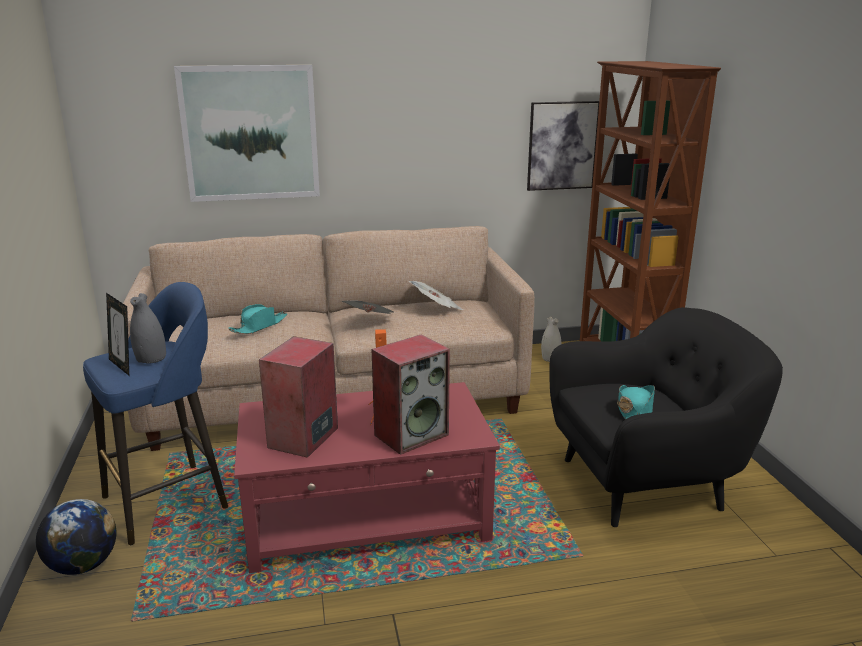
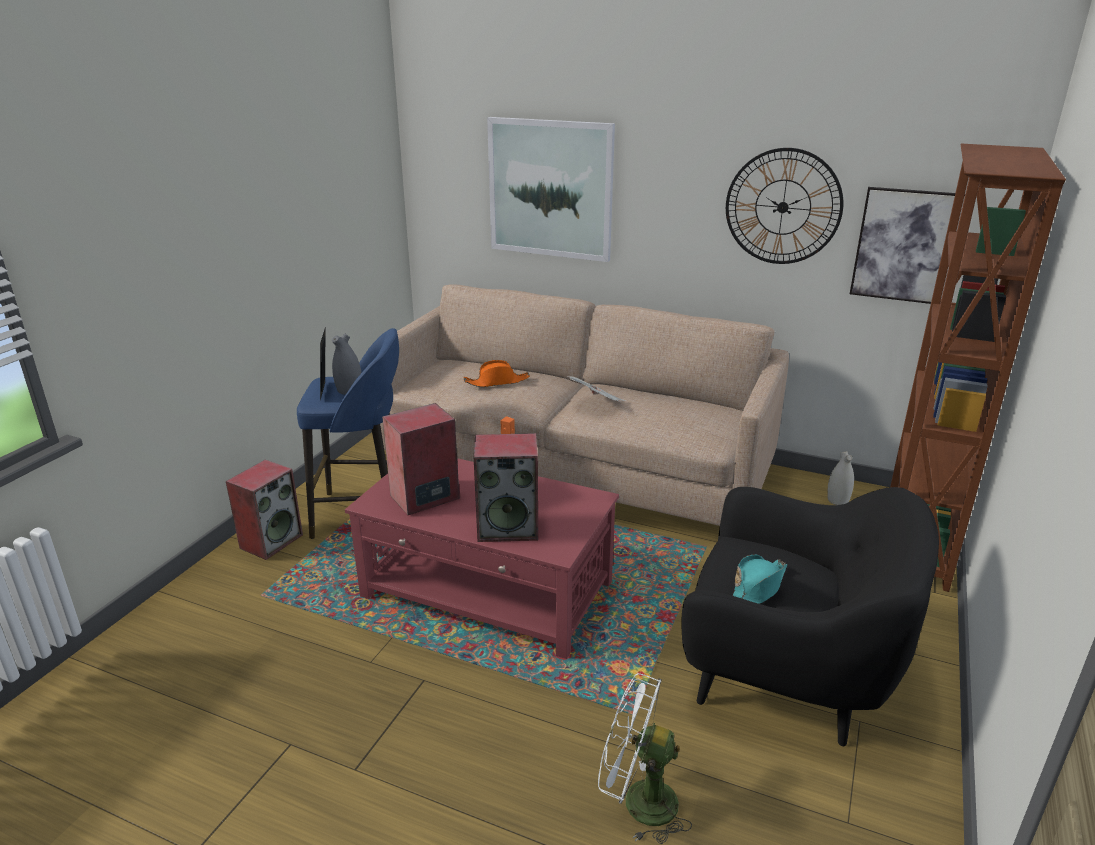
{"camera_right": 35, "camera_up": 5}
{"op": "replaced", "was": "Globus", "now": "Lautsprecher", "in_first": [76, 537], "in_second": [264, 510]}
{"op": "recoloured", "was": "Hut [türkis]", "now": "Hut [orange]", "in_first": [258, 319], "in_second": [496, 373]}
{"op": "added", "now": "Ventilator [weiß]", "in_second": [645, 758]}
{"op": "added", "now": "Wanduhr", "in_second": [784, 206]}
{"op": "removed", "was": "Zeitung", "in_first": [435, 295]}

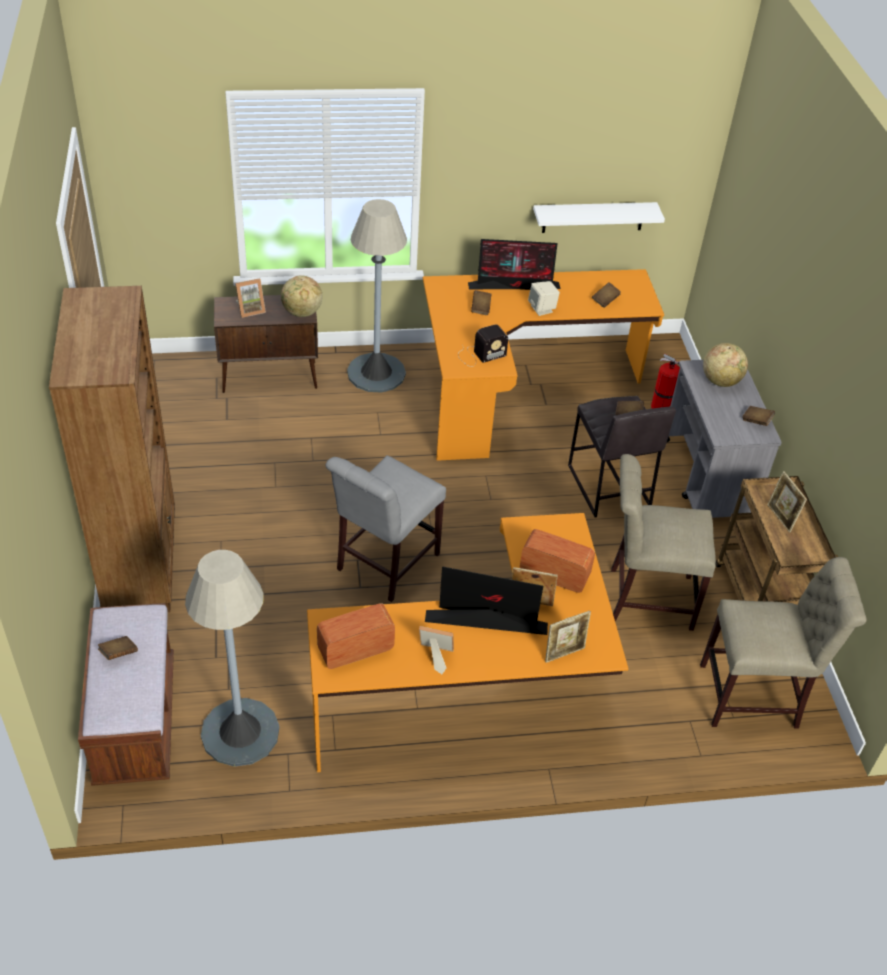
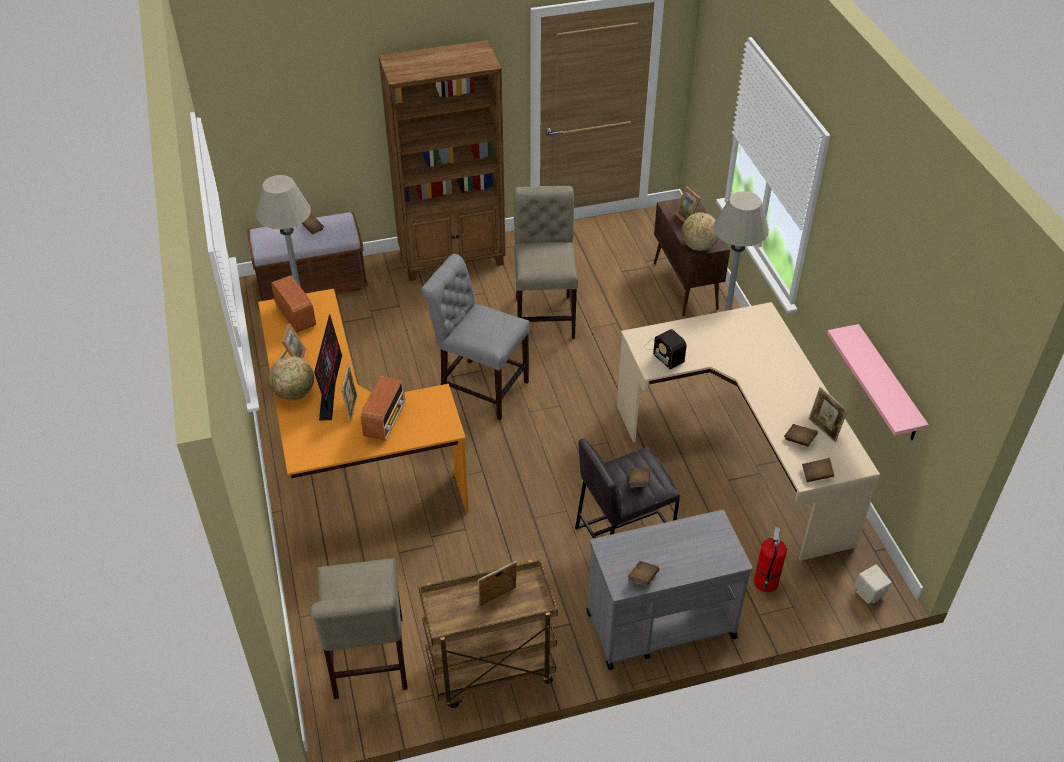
{"camera_right": 85, "camera_up": 0}
{"op": "moved", "was": "Globus", "in_first": [725, 365], "in_second": [291, 378]}
{"op": "moved", "was": "Stuhl [beige]", "in_first": [663, 542], "in_second": [546, 262]}
{"op": "recoloured", "was": "Schreibtisch [orange]", "now": "Schreibtisch [beige]", "in_first": [543, 365], "in_second": [748, 431]}
{"op": "moved", "was": "Buch [braun]", "in_first": [481, 302], "in_second": [818, 470]}
{"op": "moved", "was": "Bilderrahmen", "in_first": [568, 637], "in_second": [828, 414]}
{"op": "recoloured", "was": "Wandregal [weiß]", "now": "Wandregal [rosa]", "in_first": [599, 217], "in_second": [878, 382]}
{"op": "moved", "was": "Lautsprecher [beige]", "in_first": [544, 298], "in_second": [873, 584]}
{"op": "removed", "was": "Monitor", "in_first": [514, 264]}

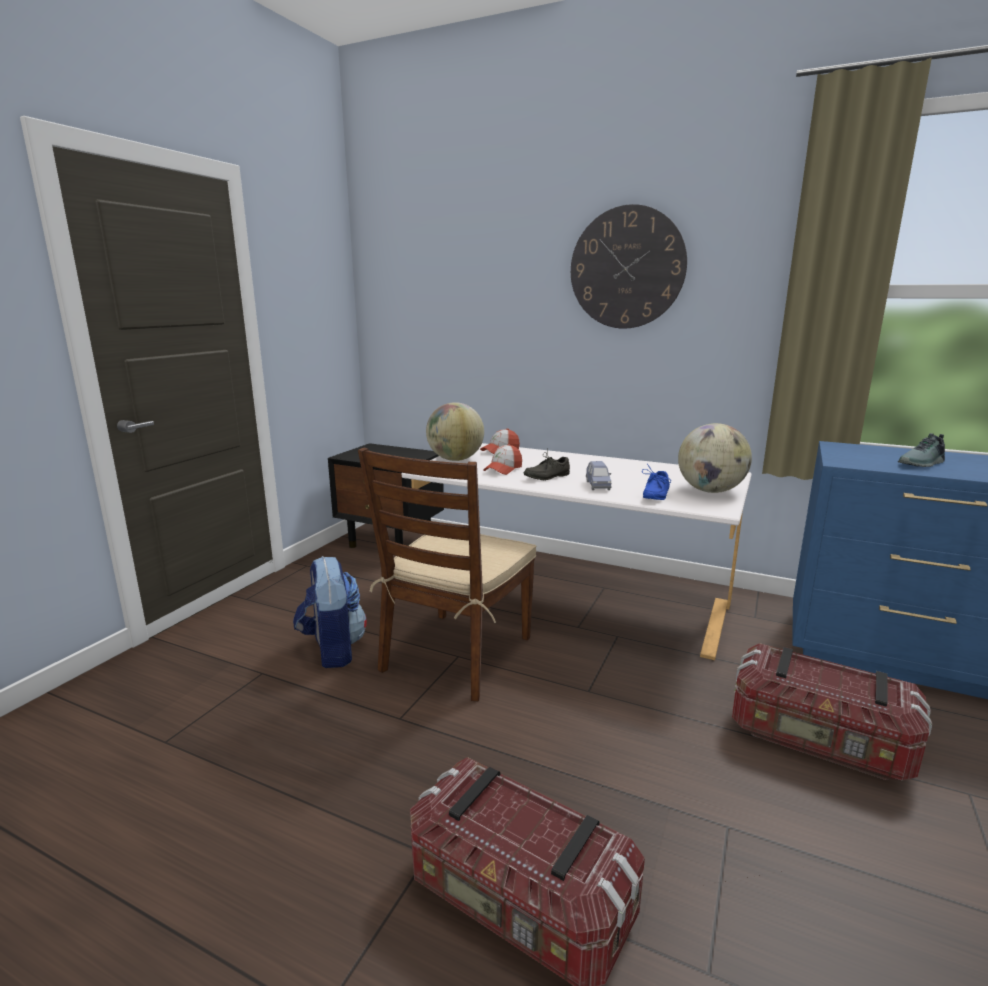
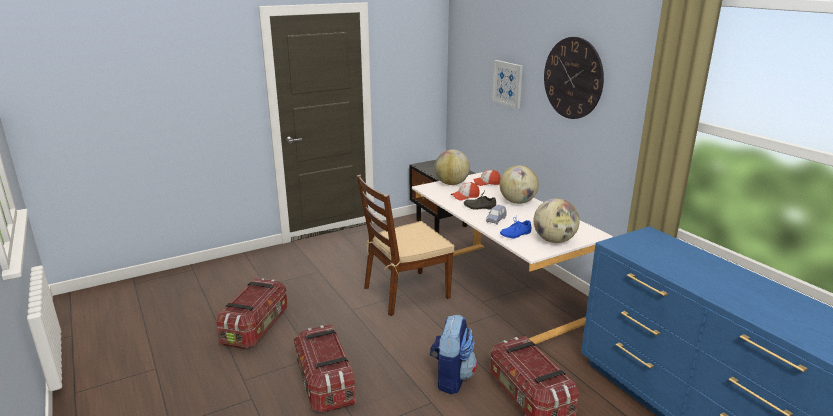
{"camera_right": 35, "camera_up": 5}
{"op": "added", "now": "Aufbewahrungsbox", "in_second": [252, 313]}
{"op": "moved", "was": "Rucksack", "in_first": [330, 612], "in_second": [453, 354]}
{"op": "added", "now": "Bild", "in_second": [507, 84]}
{"op": "added", "now": "Globus", "in_second": [519, 184]}
{"op": "removed", "was": "Schuh", "in_first": [921, 450]}

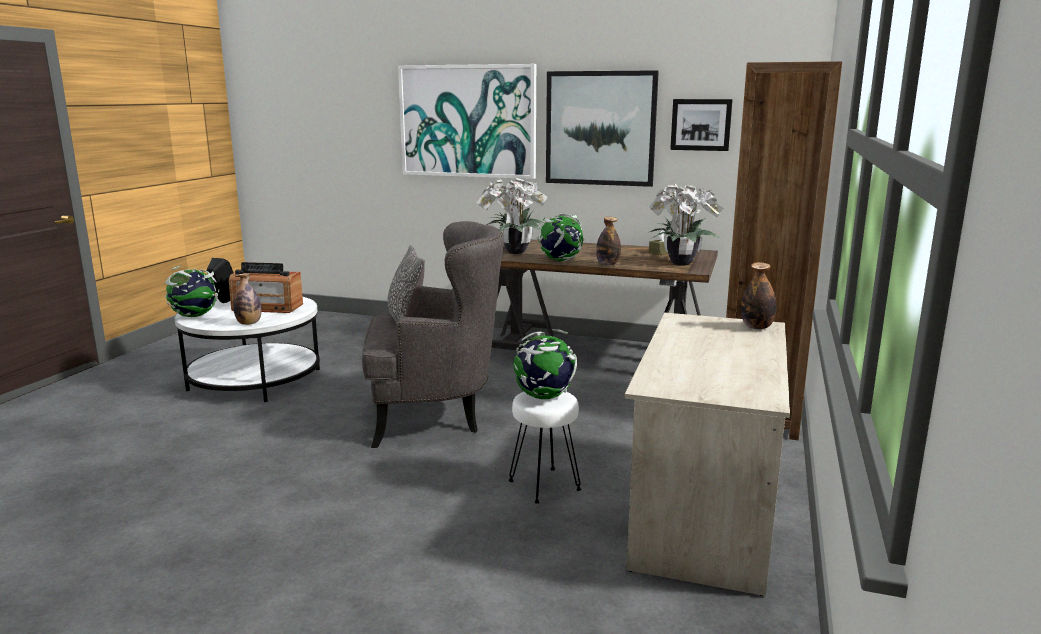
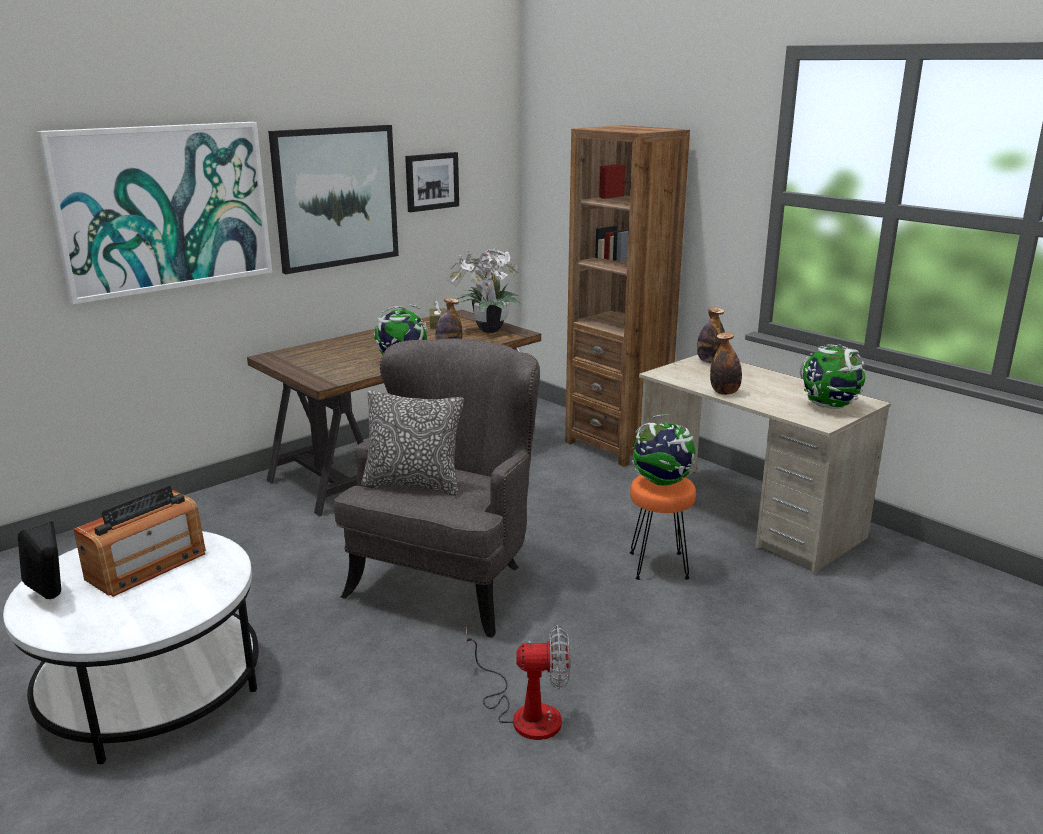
{"camera_right": -60, "camera_up": 5}
{"op": "added", "now": "Ventilator", "in_second": [518, 682]}
{"op": "recoloured", "was": "Hocker [weiß]", "now": "Hocker [orange]", "in_first": [544, 448], "in_second": [663, 527]}
{"op": "moved", "was": "Flasche", "in_first": [247, 299], "in_second": [726, 363]}
{"op": "moved", "was": "Globus", "in_first": [191, 291], "in_second": [832, 376]}
{"op": "removed", "was": "Topfpflanze", "in_first": [512, 216]}

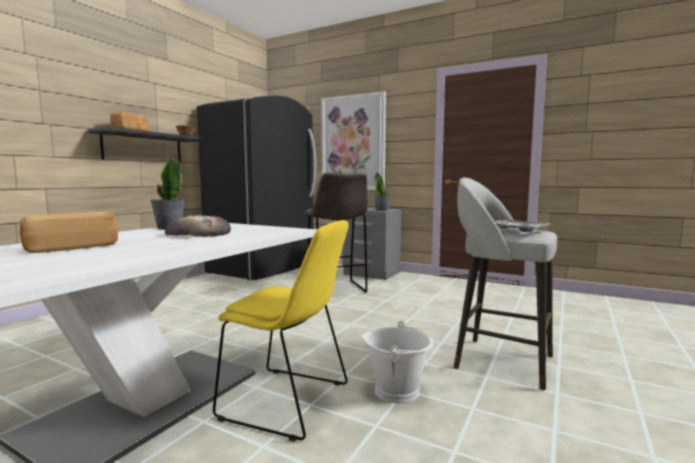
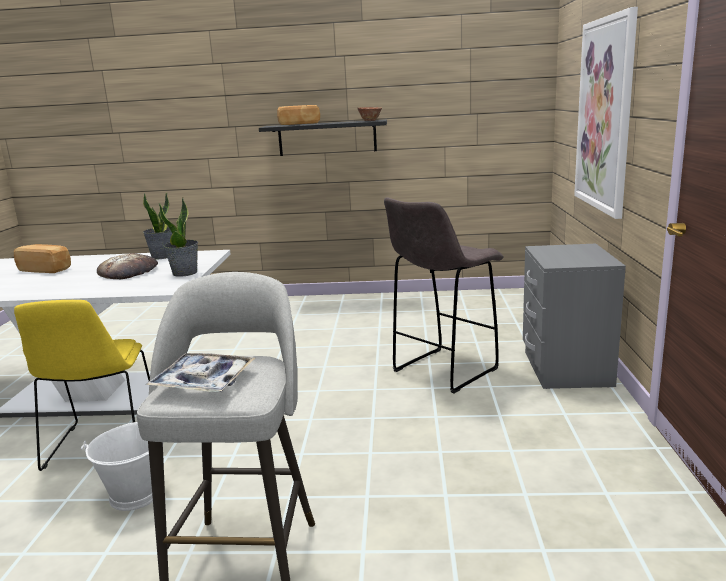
{"camera_right": 65, "camera_up": 10}
{"op": "moved", "was": "Topfpflanze", "in_first": [382, 191], "in_second": [178, 237]}
{"op": "removed", "was": "Kühlschrank [schwarz]", "in_first": [257, 188]}

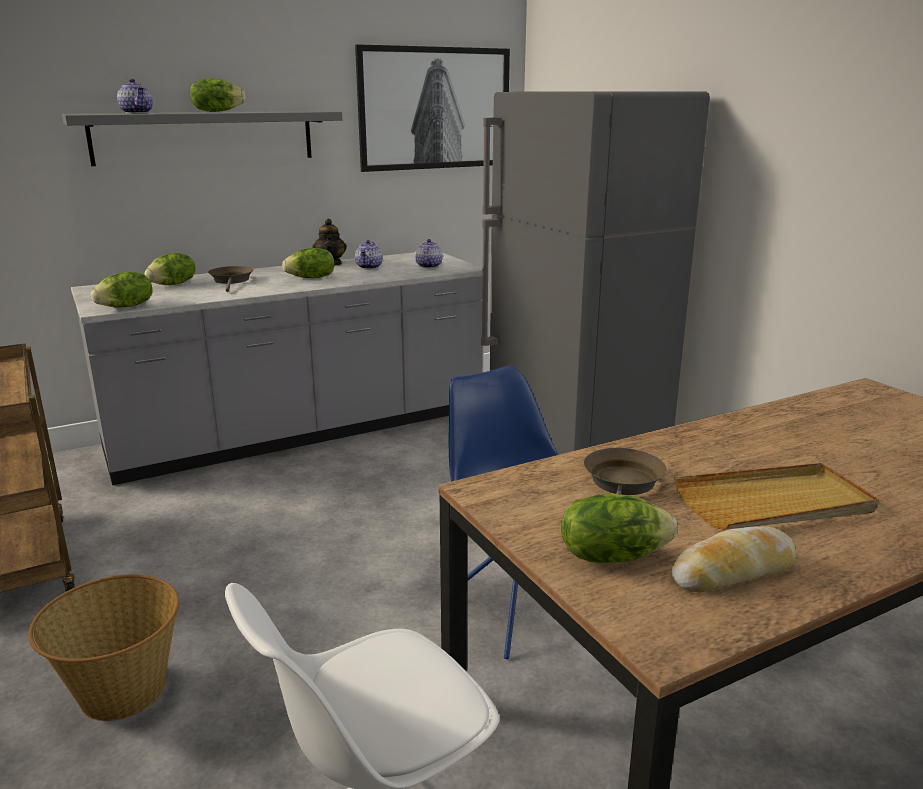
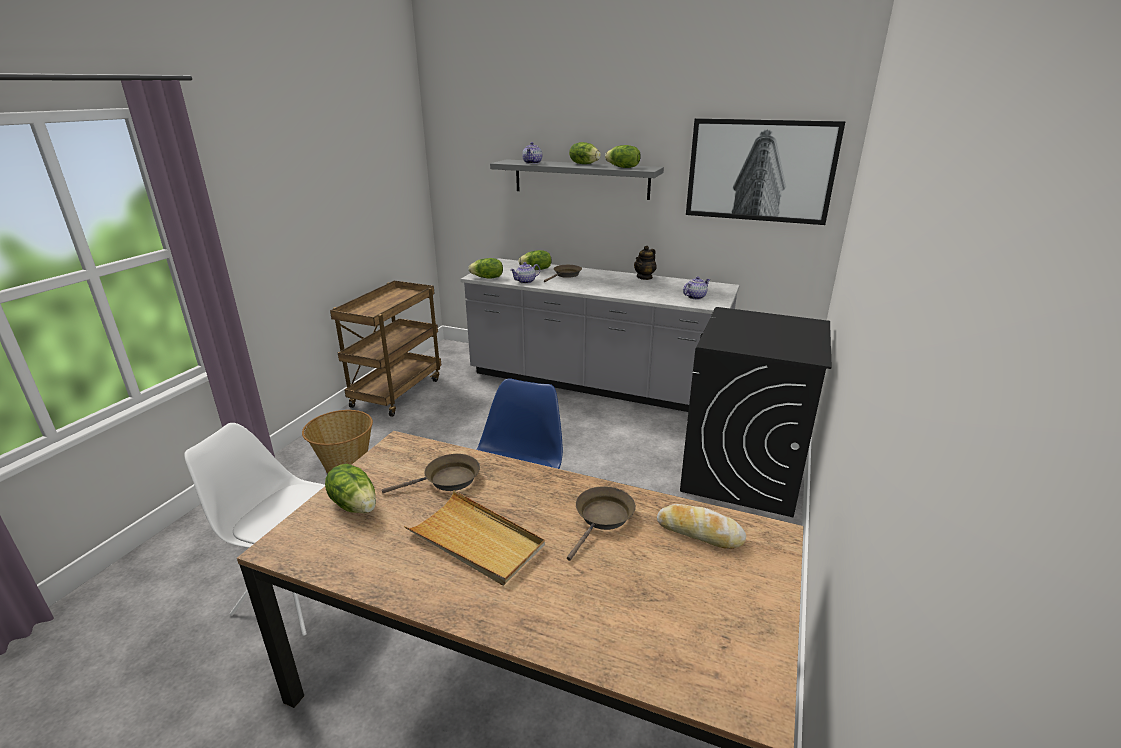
{"camera_right": 50, "camera_up": 5}
{"op": "moved", "was": "Teekanne", "in_first": [369, 254], "in_second": [525, 273]}
{"op": "added", "now": "Pfanne [braun]", "in_second": [601, 523]}
{"op": "moved", "was": "Salatkopf", "in_first": [308, 263], "in_second": [623, 156]}
{"op": "moved", "was": "Brot", "in_first": [733, 559], "in_second": [701, 526]}
{"op": "replaced", "was": "Kühlschrank [grau]", "now": "Waschmaschine [schwarz]", "in_first": [595, 273], "in_second": [756, 412]}

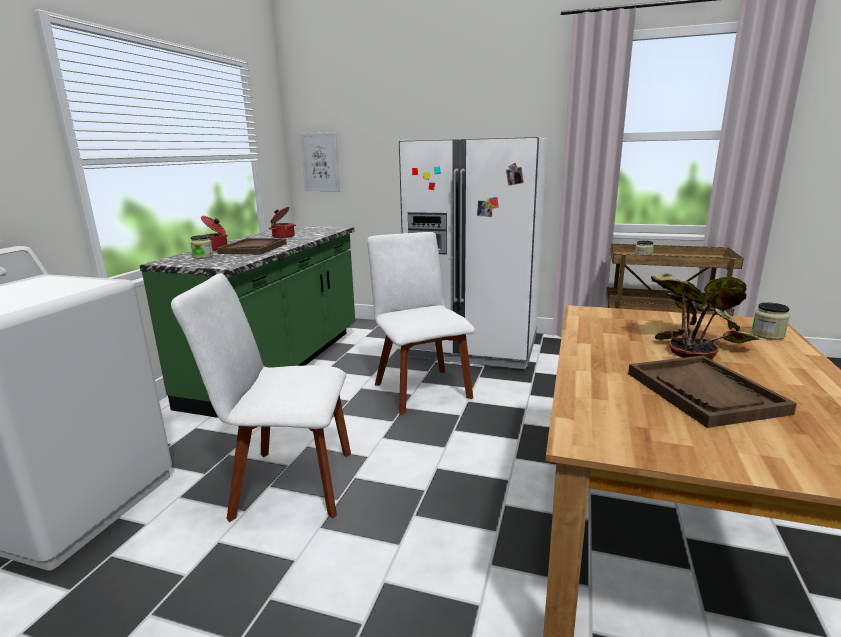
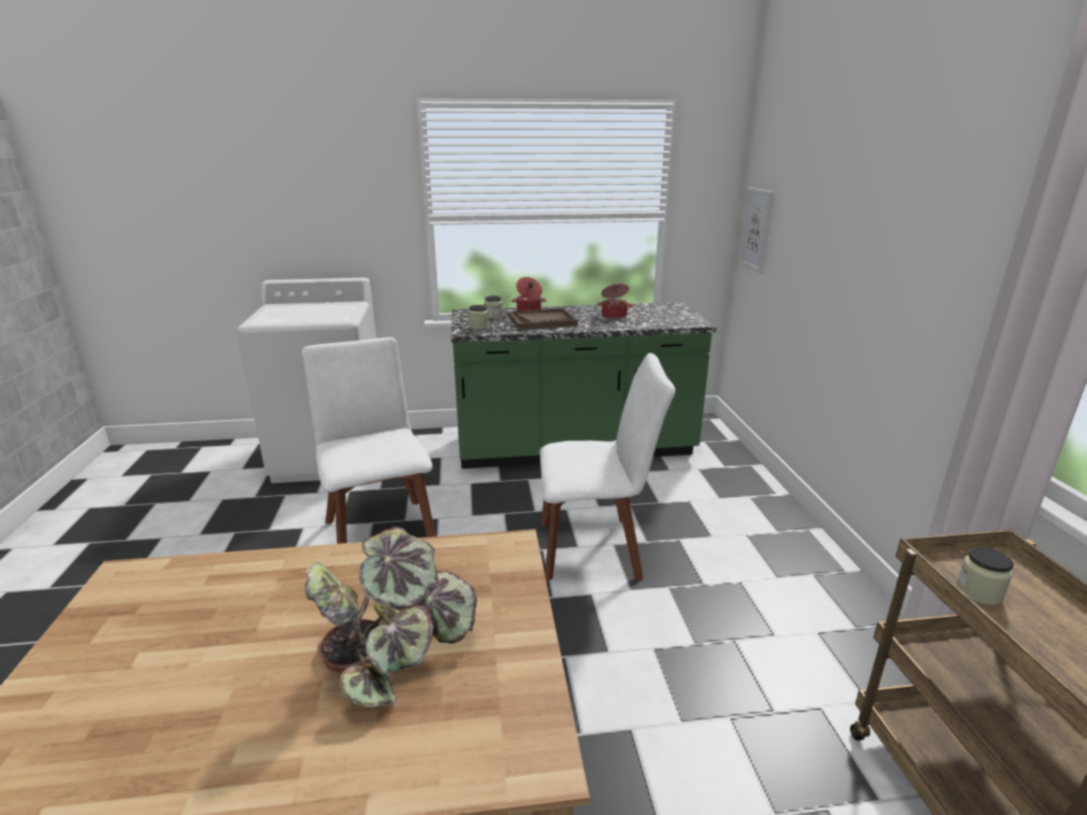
{"camera_right": 65, "camera_up": 5}
{"op": "moved", "was": "Vorratsglas", "in_first": [770, 321], "in_second": [479, 317]}
{"op": "turned", "was": "Stuhl [weiß]", "in_first": [421, 323], "in_second": [607, 467], "clockwise": 45}
{"op": "removed", "was": "Kühlschrank [weiß]", "in_first": [473, 253]}
{"op": "removed", "was": "Tablett [braun]", "in_first": [712, 391]}

